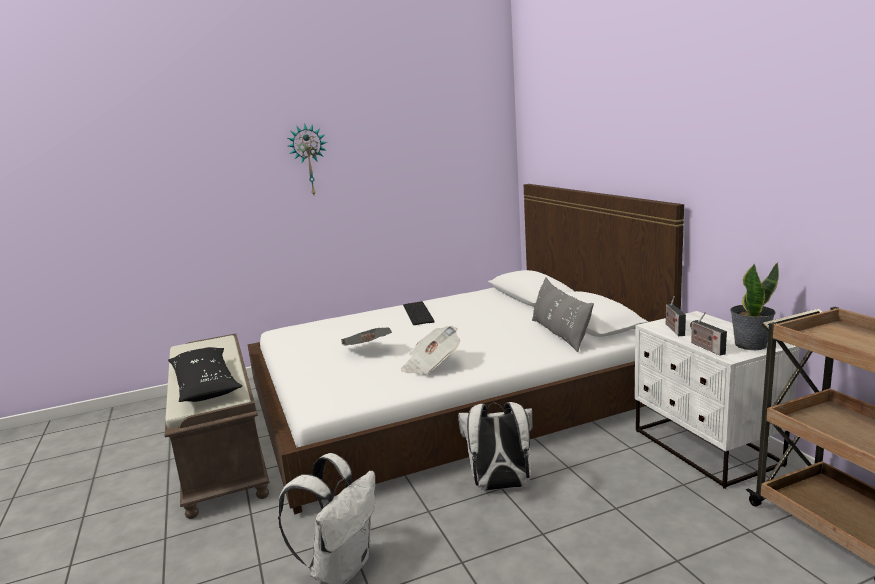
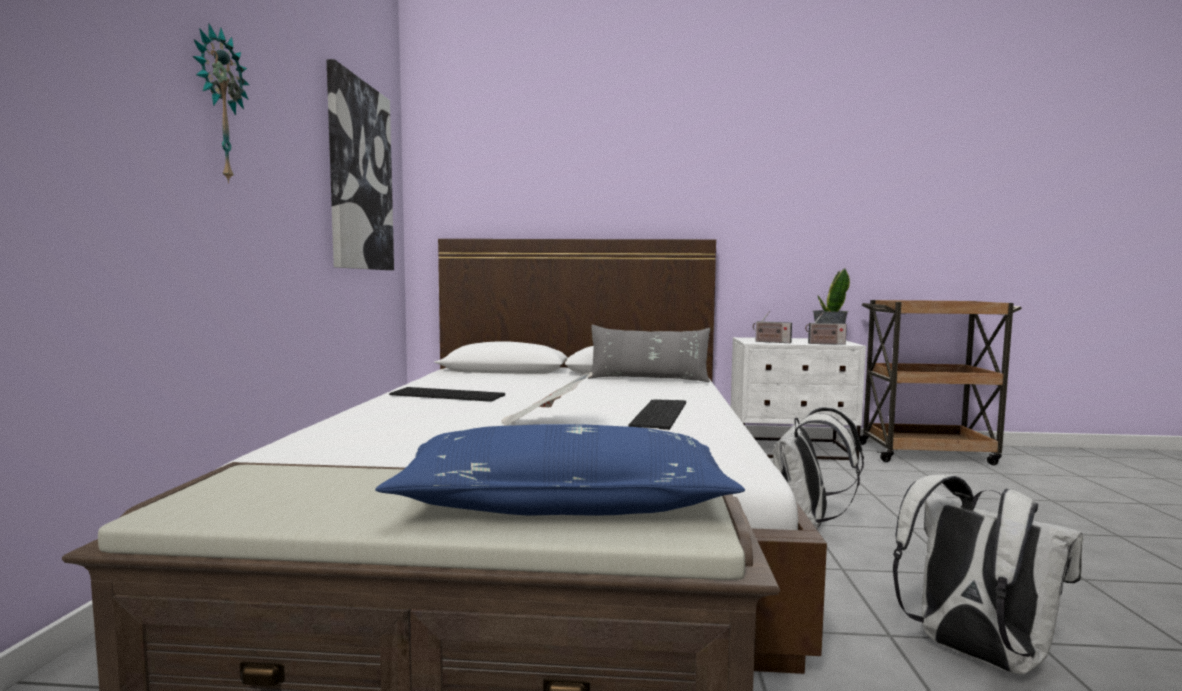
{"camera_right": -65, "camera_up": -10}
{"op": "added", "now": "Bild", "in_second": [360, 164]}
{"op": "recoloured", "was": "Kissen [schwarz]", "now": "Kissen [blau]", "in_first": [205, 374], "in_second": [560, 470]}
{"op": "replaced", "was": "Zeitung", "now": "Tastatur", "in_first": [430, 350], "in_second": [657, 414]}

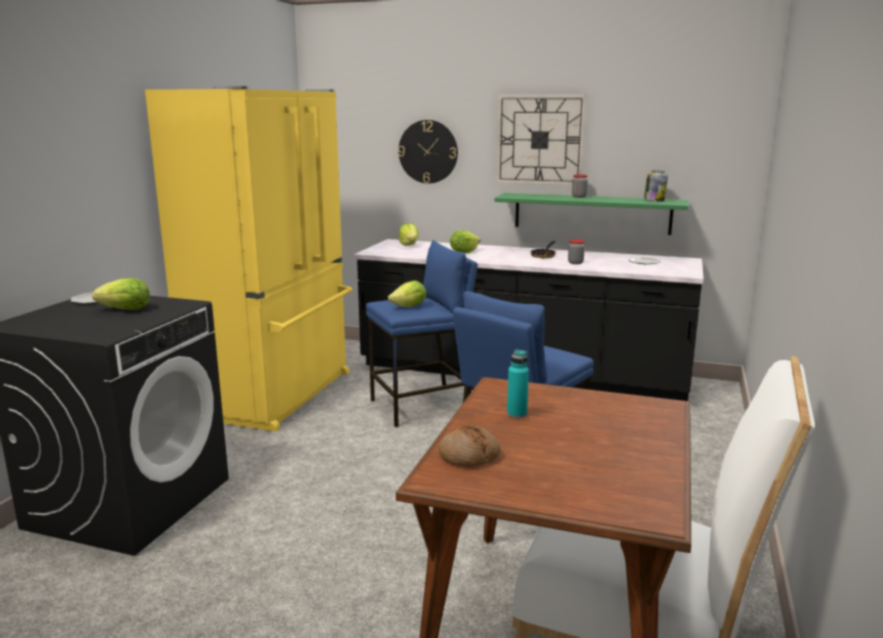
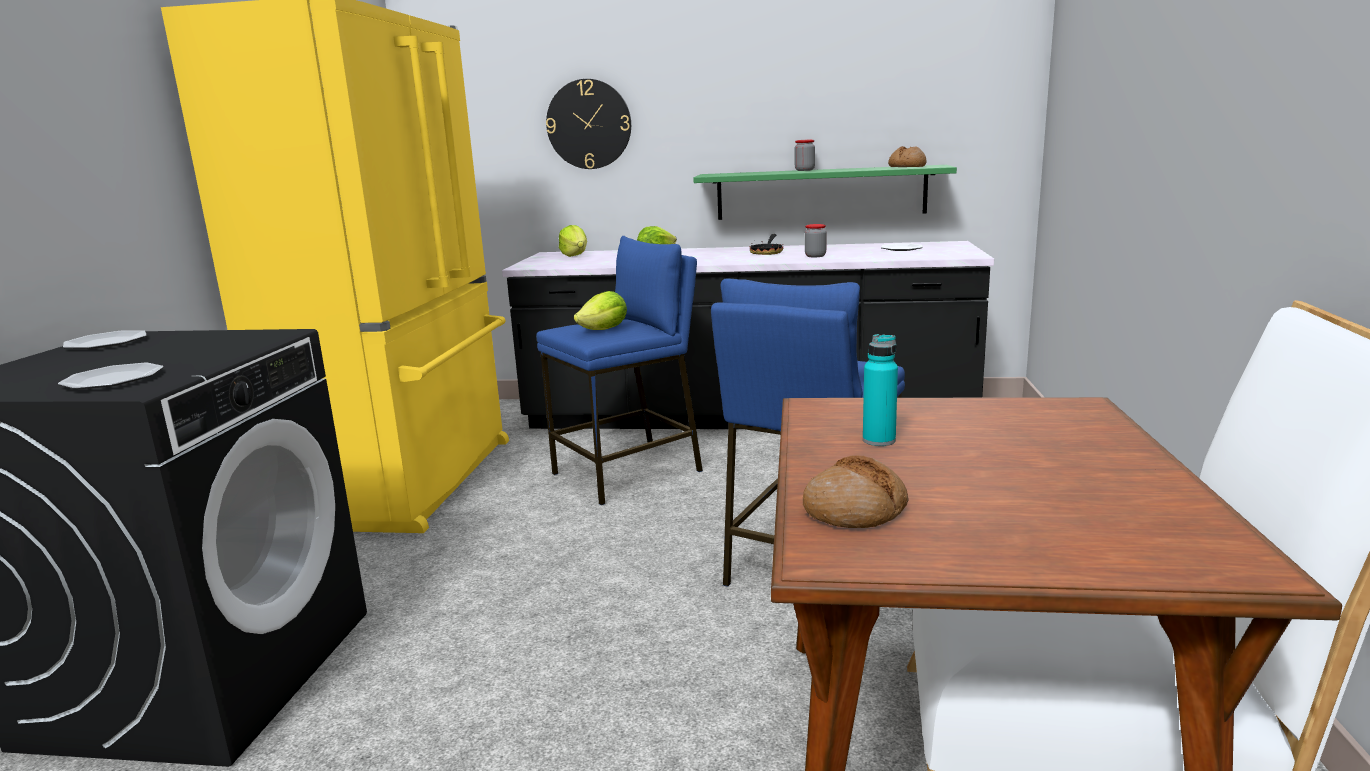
{"camera_right": -10, "camera_up": 0}
{"op": "added", "now": "Teller", "in_second": [111, 376]}
{"op": "replaced", "was": "Vorratsglas", "now": "Brot", "in_first": [656, 185], "in_second": [907, 156]}
{"op": "removed", "was": "Salatkopf", "in_first": [121, 294]}
{"op": "removed", "was": "Wanduhr", "in_first": [541, 140]}

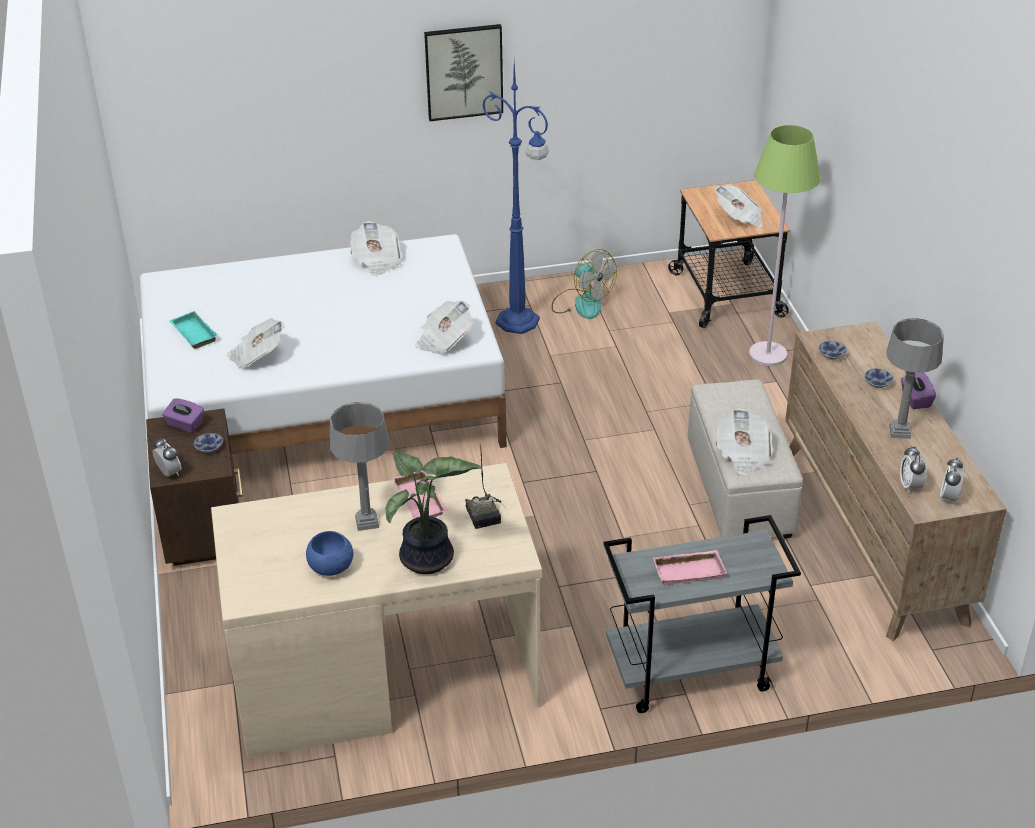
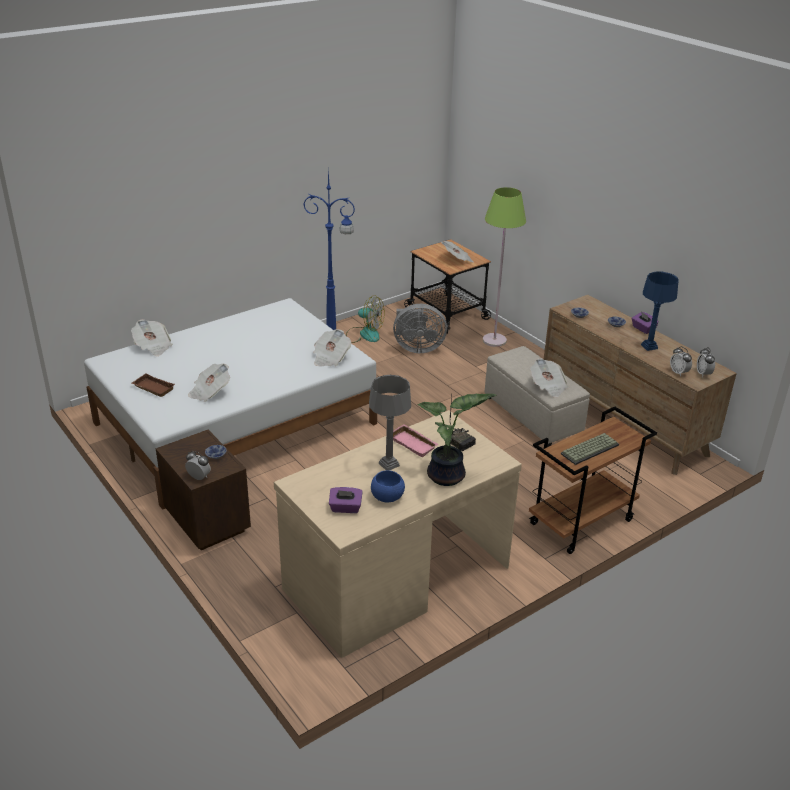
{"camera_right": -25, "camera_up": -5}
{"op": "moved", "was": "Zeitung", "in_first": [375, 248], "in_second": [152, 337]}
{"op": "recoloured", "was": "Tablett [türkis]", "now": "Tablett [braun]", "in_first": [193, 330], "in_second": [153, 385]}
{"op": "moved", "was": "Taschentuchbox [lila]", "in_first": [183, 415], "in_second": [346, 500]}
{"op": "added", "now": "Ventilator [grau]", "in_second": [420, 328]}
{"op": "recoloured", "was": "Rollwagen [grau]", "now": "Rollwagen [braun]", "in_first": [702, 614], "in_second": [593, 480]}
{"op": "replaced", "was": "Tablett [rosa]", "now": "Tastatur", "in_first": [690, 567], "in_second": [590, 449]}
{"op": "recoloured", "was": "Tischlampe [grau]", "now": "Tischlampe [blau]", "in_first": [915, 378], "in_second": [660, 311]}
{"op": "removed", "was": "Bild", "in_first": [463, 72]}

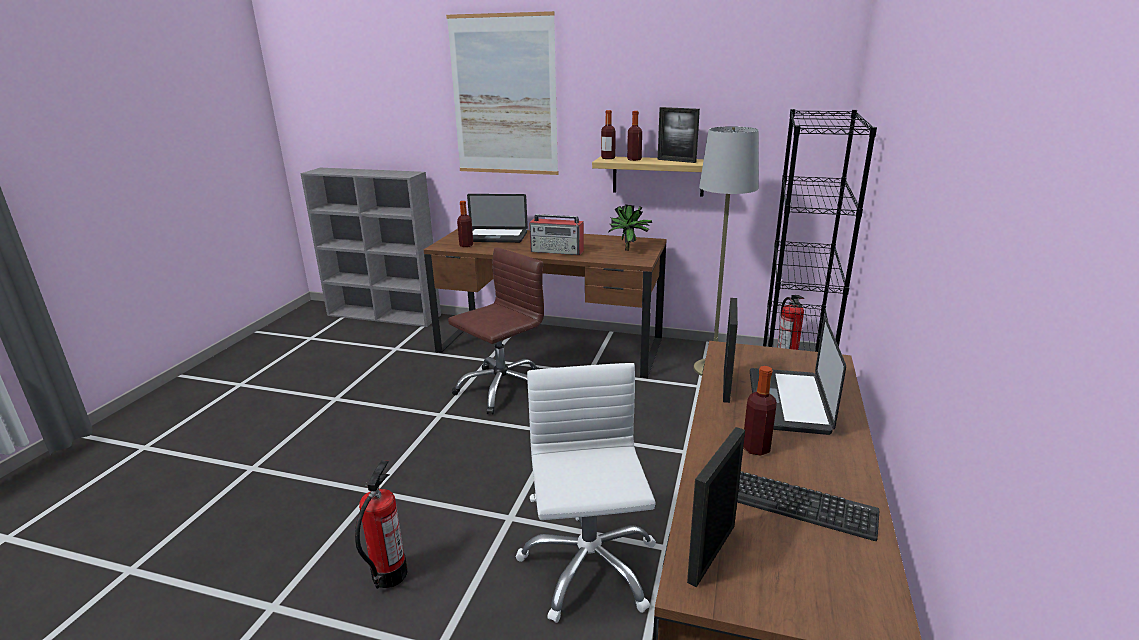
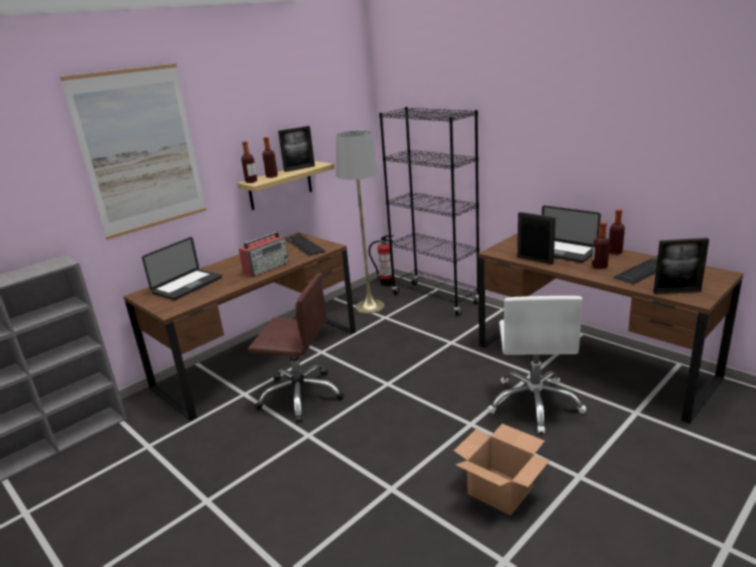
{"camera_right": -60, "camera_up": 0}
{"op": "turned", "was": "Bürostuhl [braun]", "in_first": [496, 331], "in_second": [296, 348], "clockwise": 120}
{"op": "replaced", "was": "Topfpflanze", "now": "Tastatur", "in_first": [630, 228], "in_second": [306, 245]}
{"op": "replaced", "was": "Feuerlöscher", "now": "Karton", "in_first": [381, 524], "in_second": [502, 470]}
{"op": "turned", "was": "Bürostuhl [weiß]", "in_first": [586, 493], "in_second": [537, 364], "clockwise": -105}
{"op": "moved", "was": "Flasche", "in_first": [465, 224], "in_second": [617, 232]}
{"op": "turned", "was": "Bilderrahmen", "in_first": [716, 507], "in_second": [681, 266], "clockwise": -60}

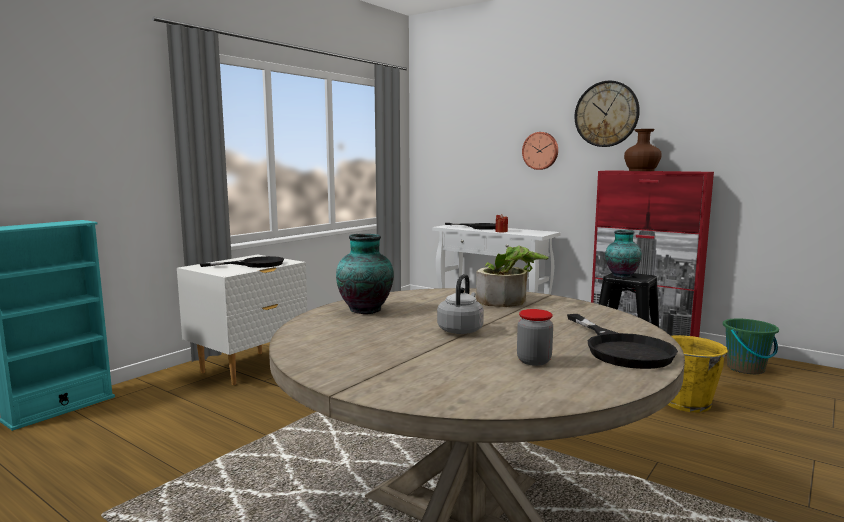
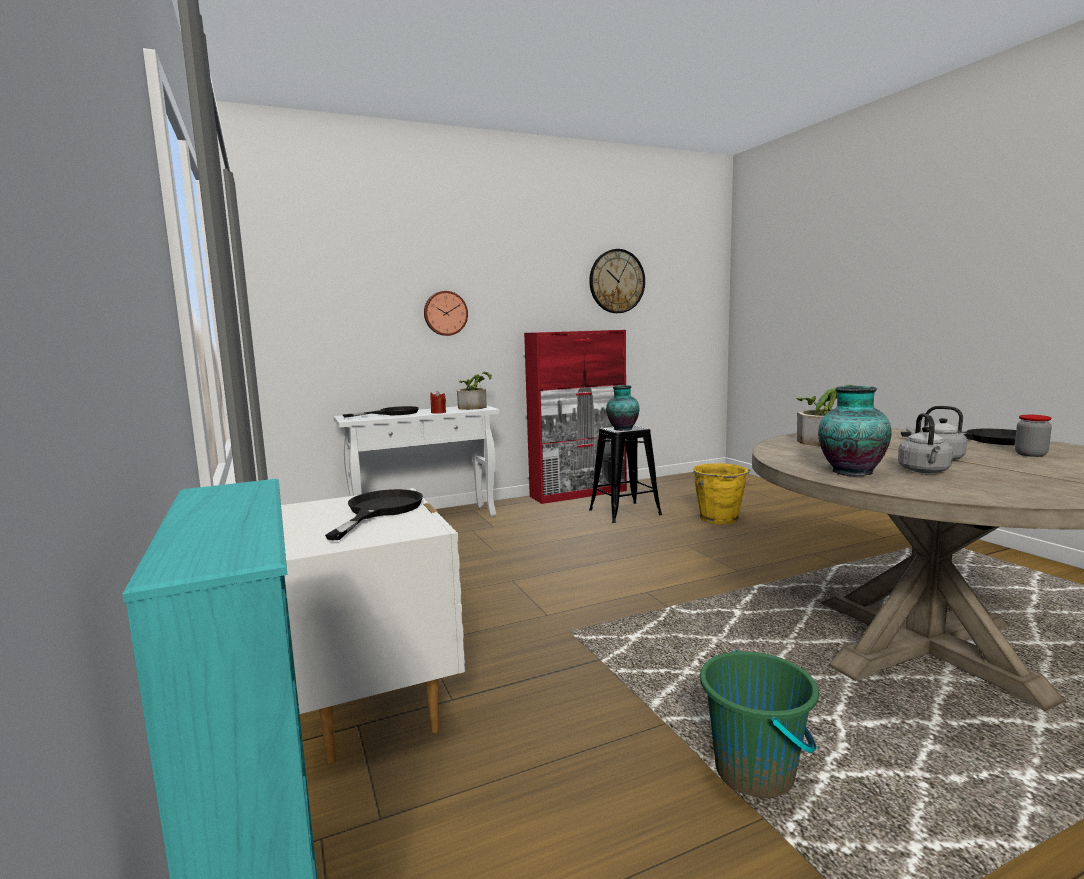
{"camera_right": -60, "camera_up": 0}
{"op": "added", "now": "Topfpflanze", "in_second": [474, 391]}
{"op": "moved", "was": "Wanduhr", "in_first": [607, 114], "in_second": [617, 281]}
{"op": "moved", "was": "Eimer [grün]", "in_first": [751, 346], "in_second": [759, 724]}
{"op": "added", "now": "Wasserkessel [grau]", "in_second": [925, 443]}
{"op": "removed", "was": "Vase [braun]", "in_first": [643, 150]}

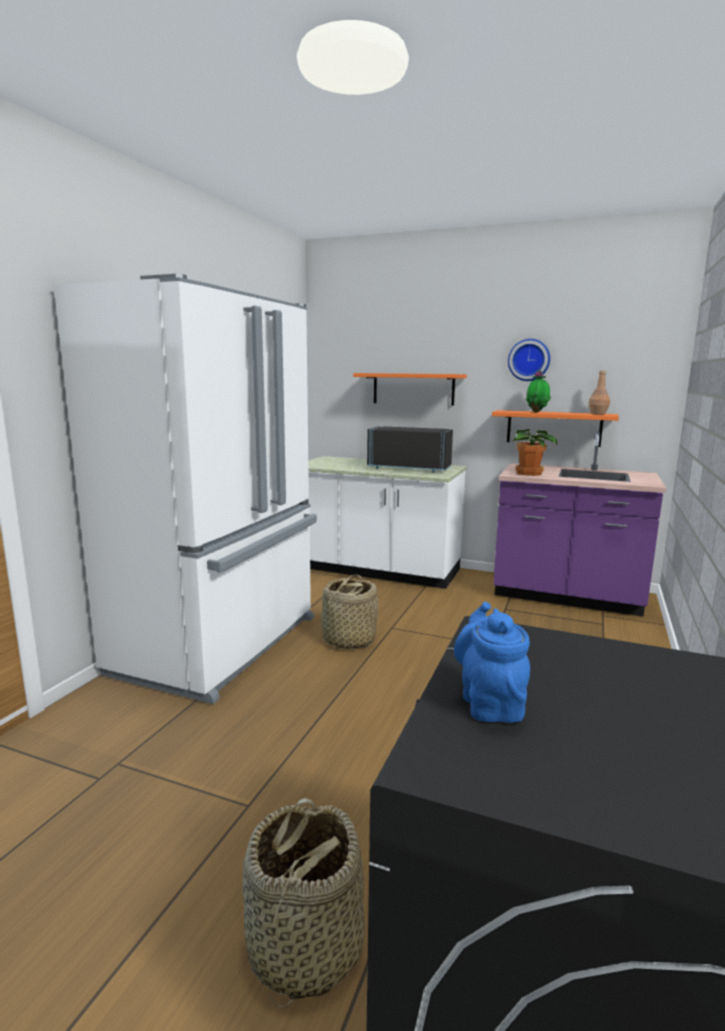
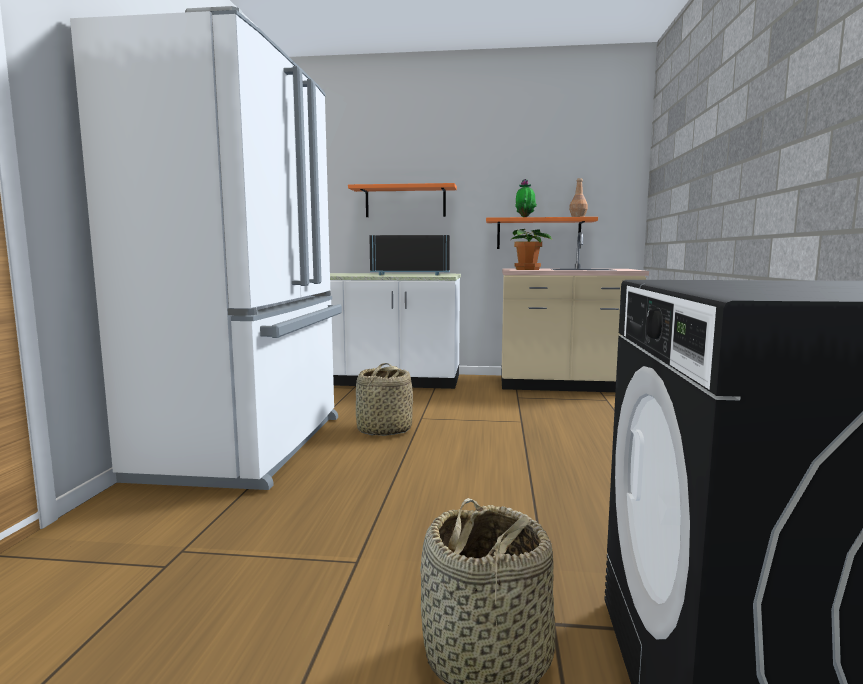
{"camera_right": -15, "camera_up": -5}
{"op": "recoloured", "was": "Küchenzeile [lila]", "now": "Küchenzeile [beige]", "in_first": [579, 524], "in_second": [575, 312]}
{"op": "removed", "was": "Teekanne [blau]", "in_first": [492, 662]}
{"op": "removed", "was": "Wanduhr", "in_first": [529, 360]}

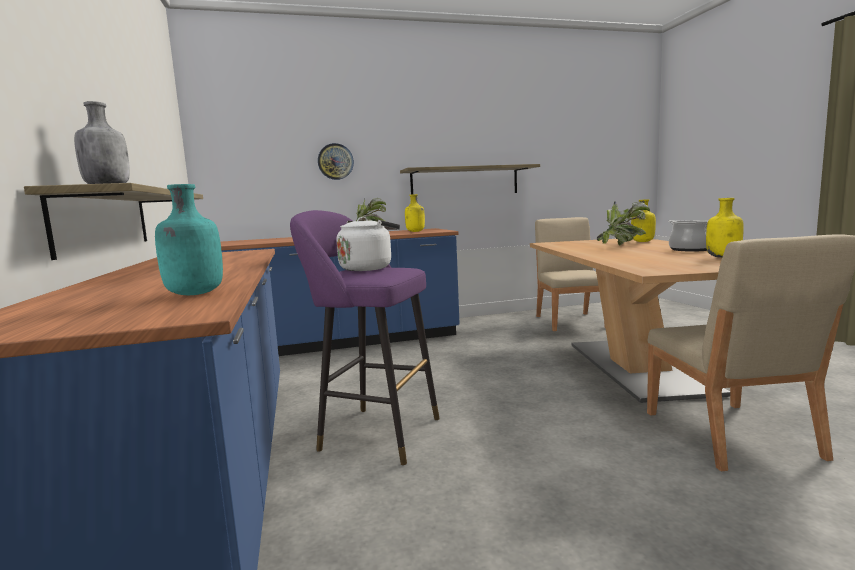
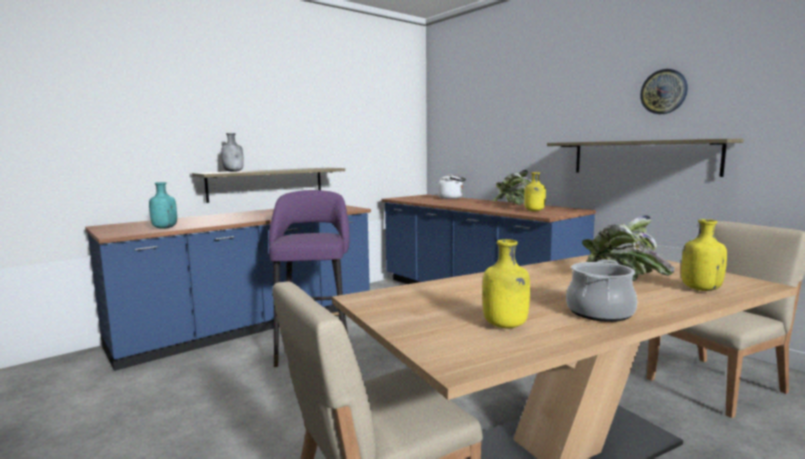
{"camera_right": 65, "camera_up": 0}
{"op": "moved", "was": "Wasserkessel [weiß]", "in_first": [368, 244], "in_second": [452, 186]}
{"op": "moved", "was": "Wanduhr", "in_first": [336, 161], "in_second": [664, 91]}

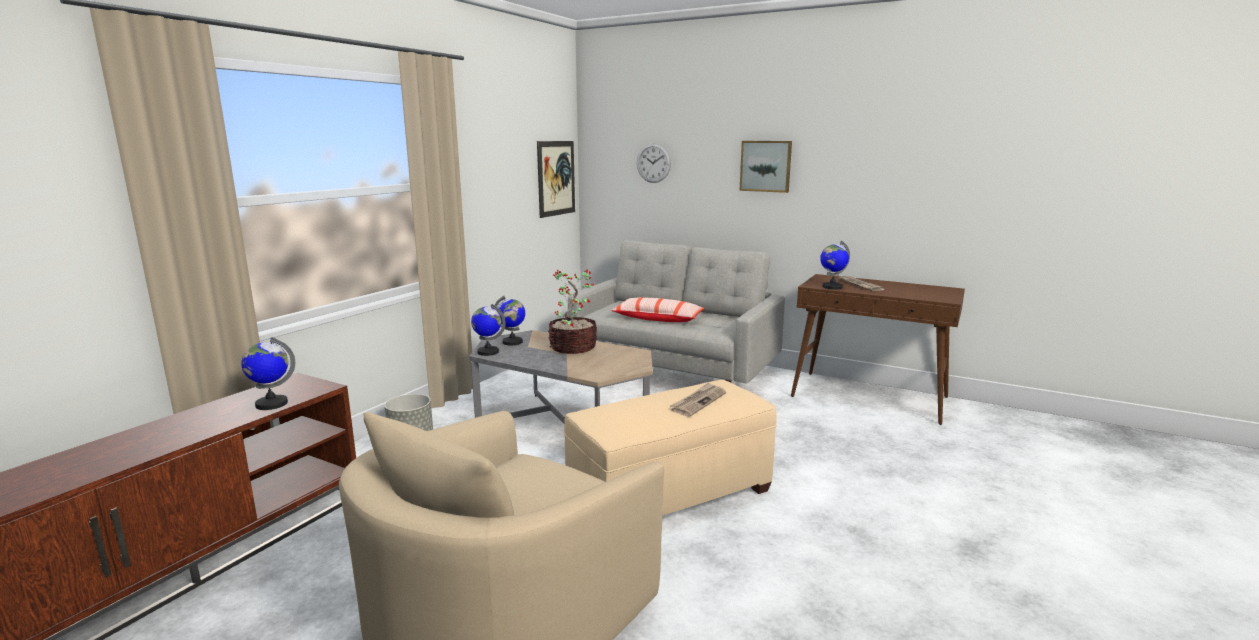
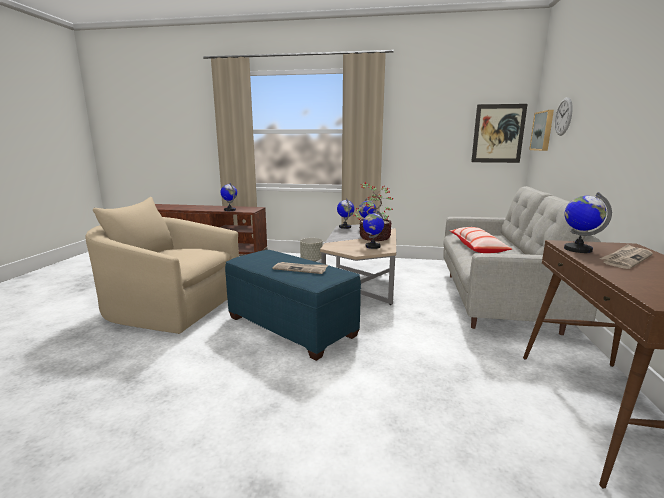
{"camera_right": 70, "camera_up": 0}
{"op": "recoloured", "was": "Polsterhocker [beige]", "now": "Polsterhocker [blau]", "in_first": [670, 448], "in_second": [293, 305]}
{"op": "added", "now": "Globus", "in_second": [373, 229]}
{"op": "moved", "was": "Bild", "in_first": [766, 167], "in_second": [541, 130]}

